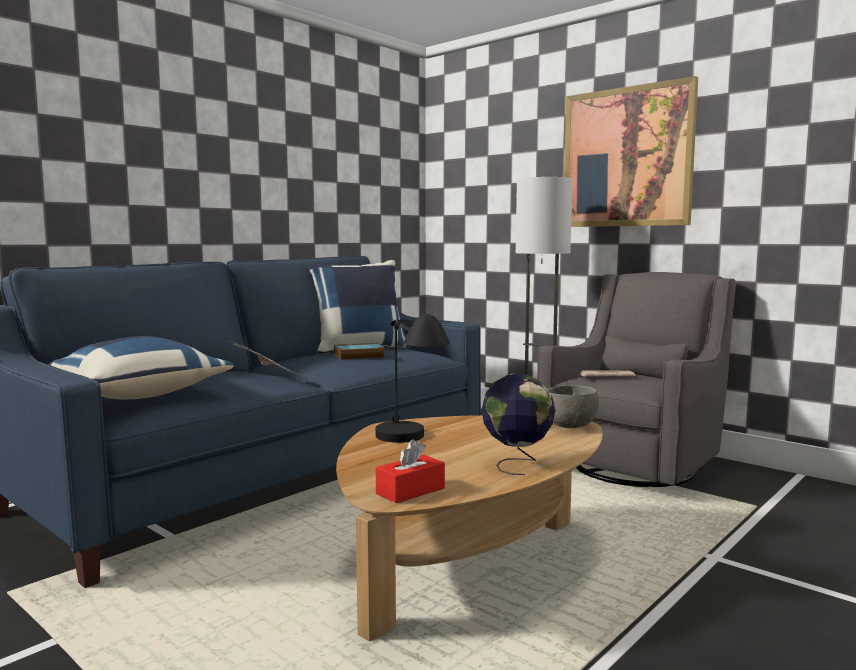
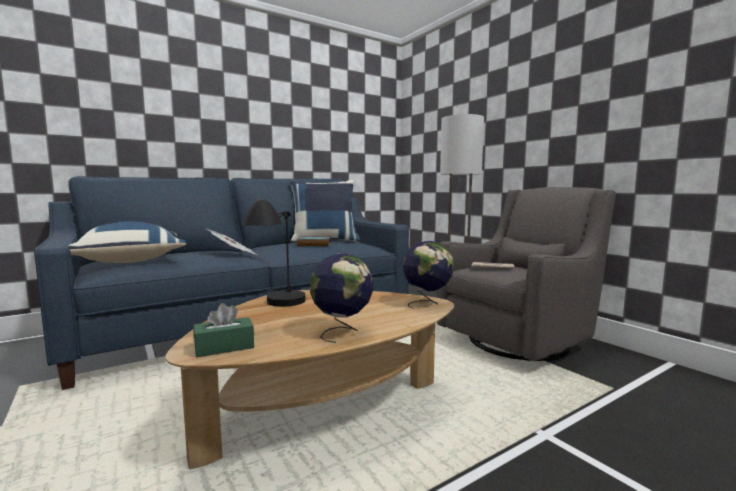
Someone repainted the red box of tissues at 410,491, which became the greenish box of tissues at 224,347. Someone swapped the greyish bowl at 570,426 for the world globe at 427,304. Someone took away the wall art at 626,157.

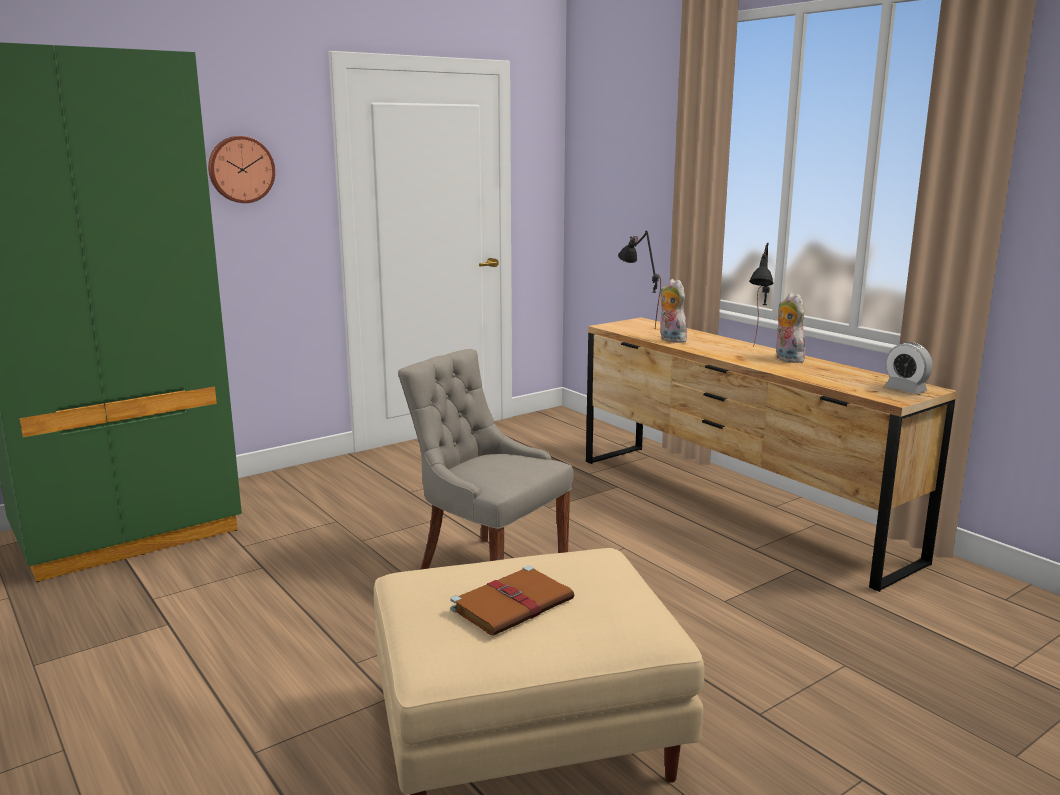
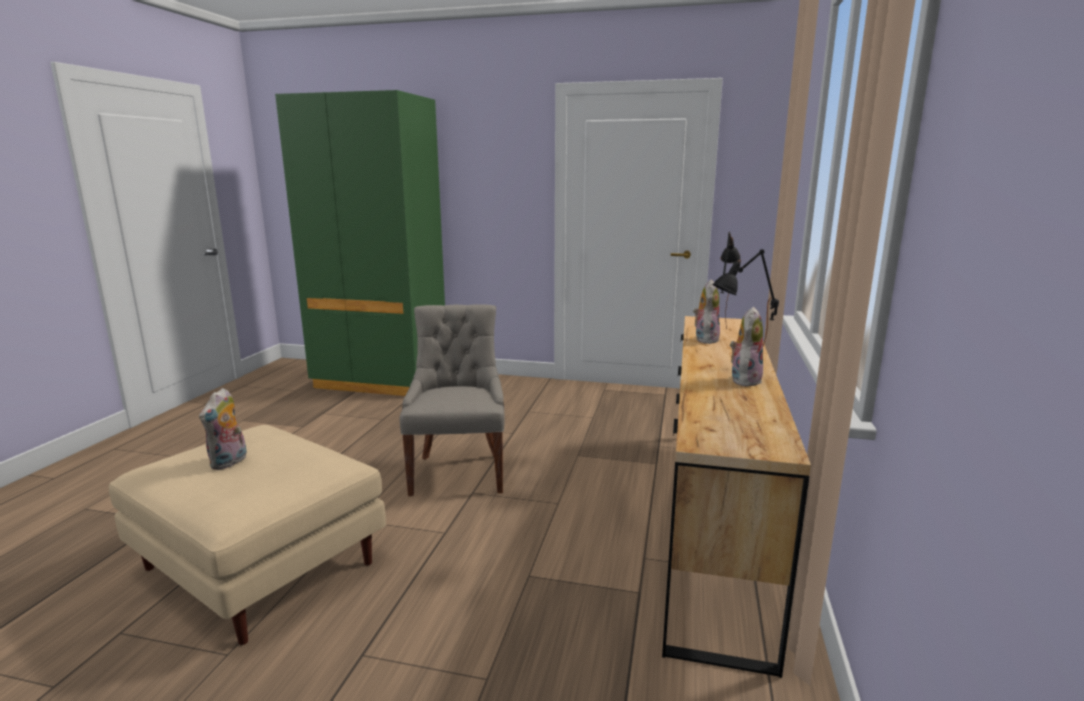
Someone took away the clock on the wall at 240,169. Someone swapped the brown book at 514,604 for the plush toy at 229,462. Someone took away the bedside clock at 905,390.

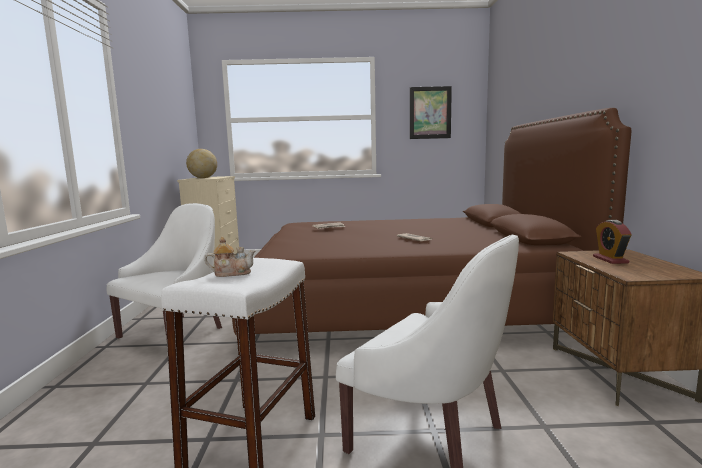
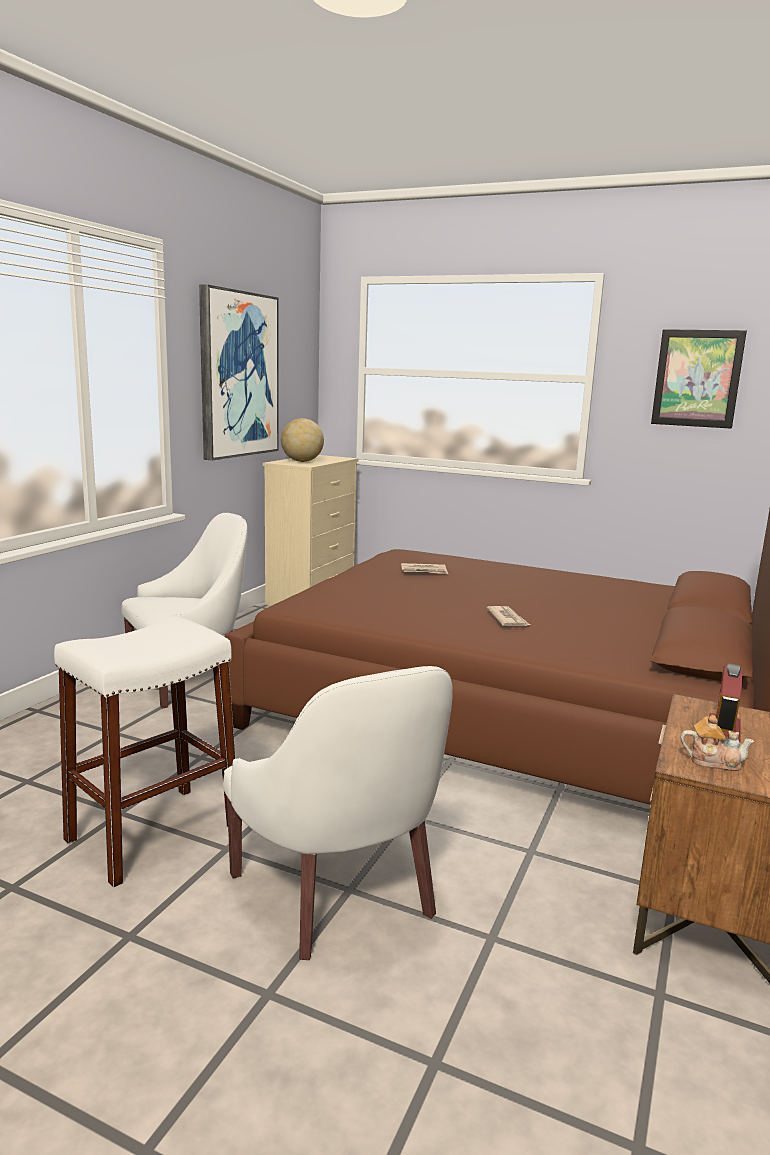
Someone carried the pot for tea from 231,273 to 713,761. Someone put up the wall art at 238,375.

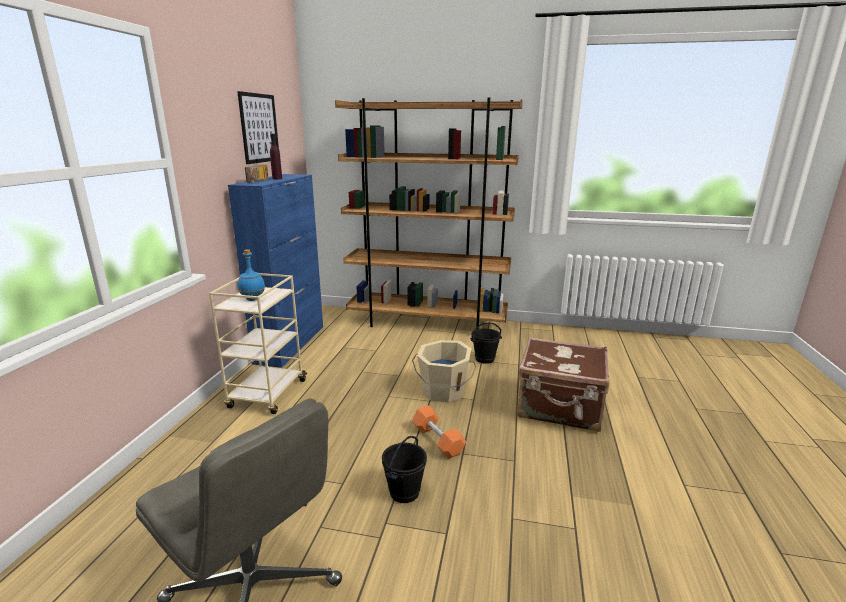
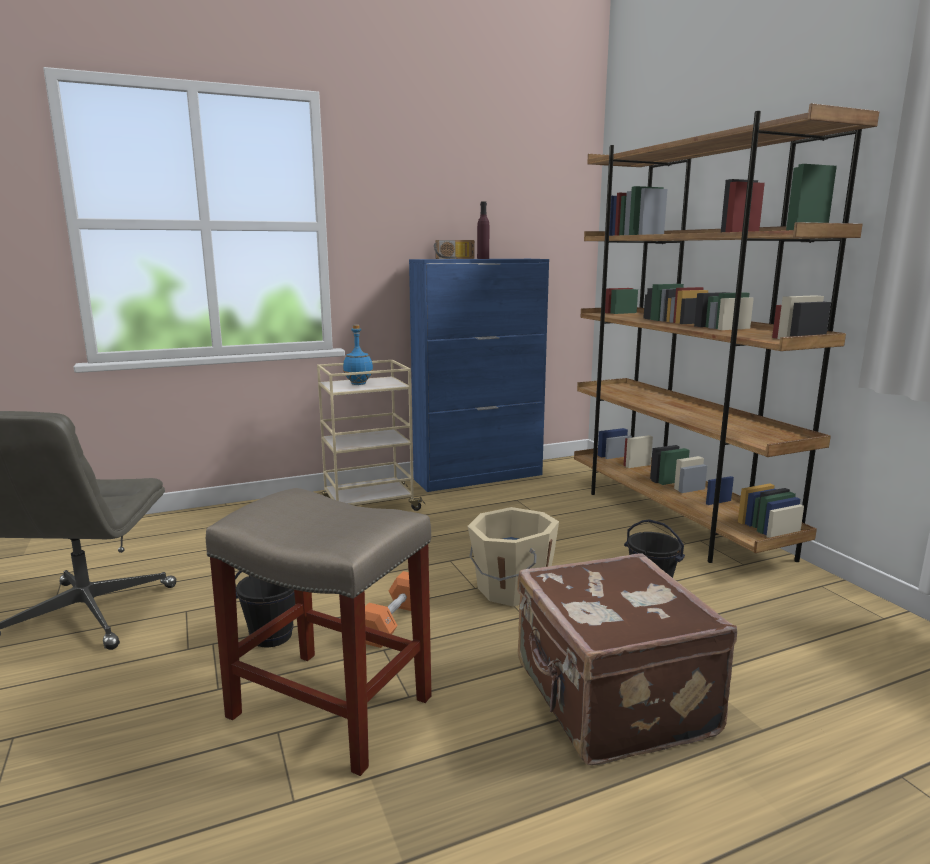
Someone took away the wall art at 259,128. Someone put down the beige-coloured stool at 333,707.

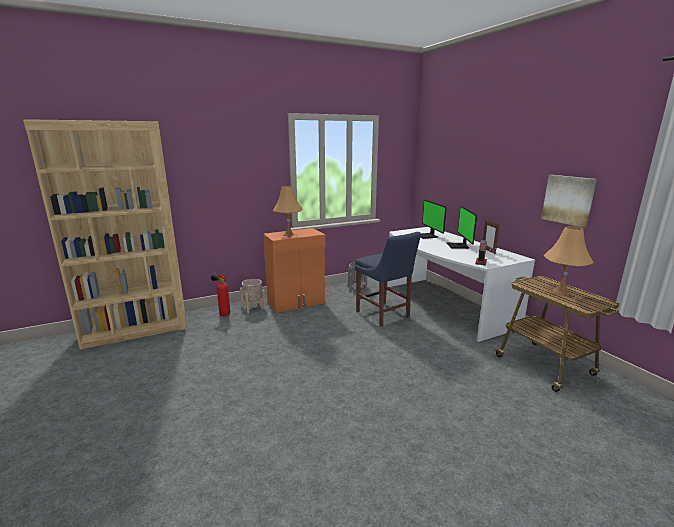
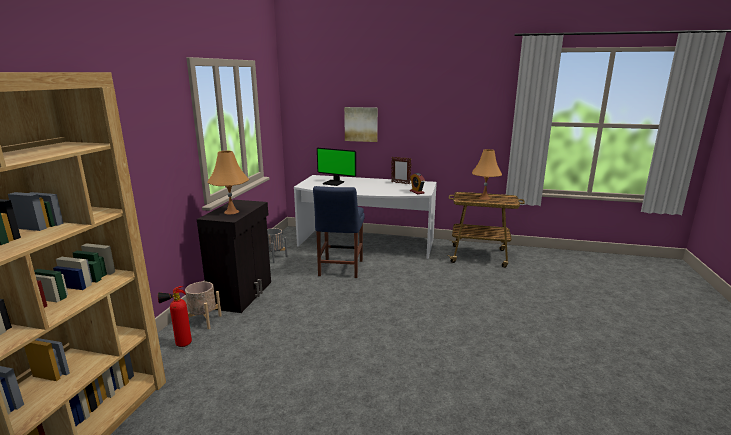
Someone repainted the orange-coloured cabinet at 297,303, which became the black-coloured cabinet at 243,294. Someone rotated the blue chair at 384,315 by 90 degrees clockwise. Someone took away the computer display at 458,246. Someone carried the wall art from 568,200 to 361,124.

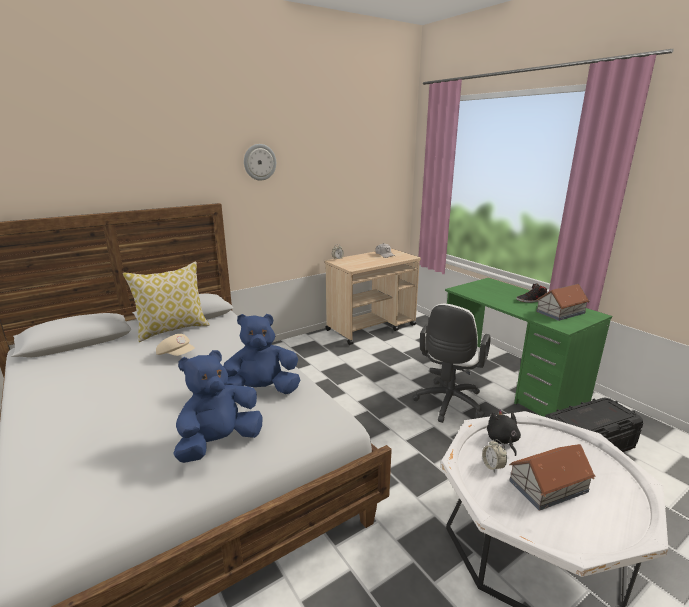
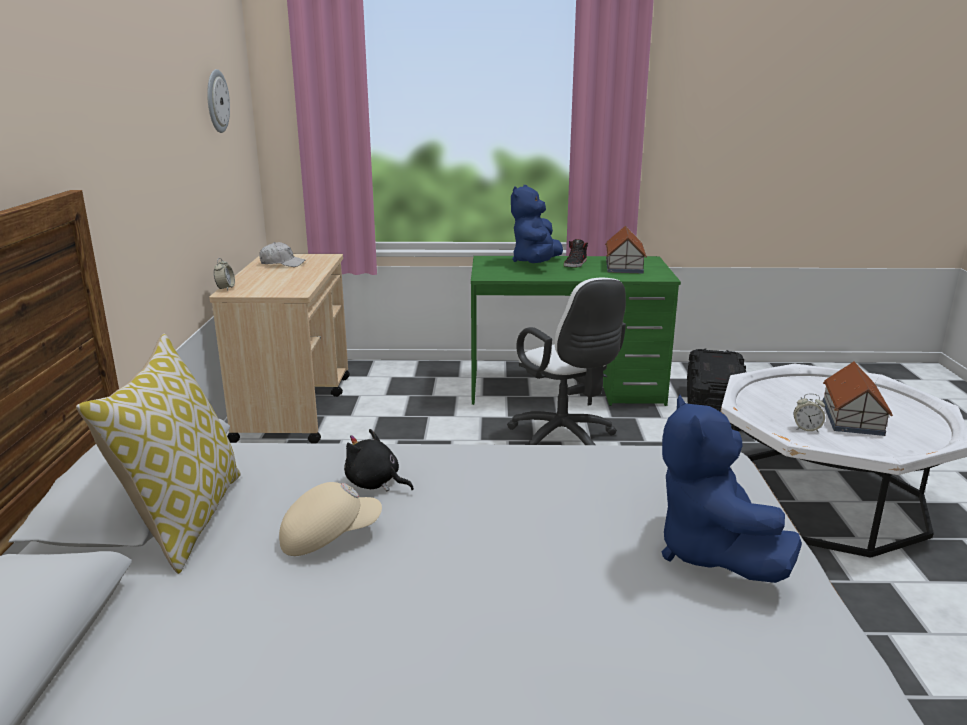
Someone carried the blue plush toy from 261,391 to 536,263. Someone carried the clock on the wall from 259,162 to 216,101. Someone carried the black-coloured plush toy from 502,441 to 375,483.

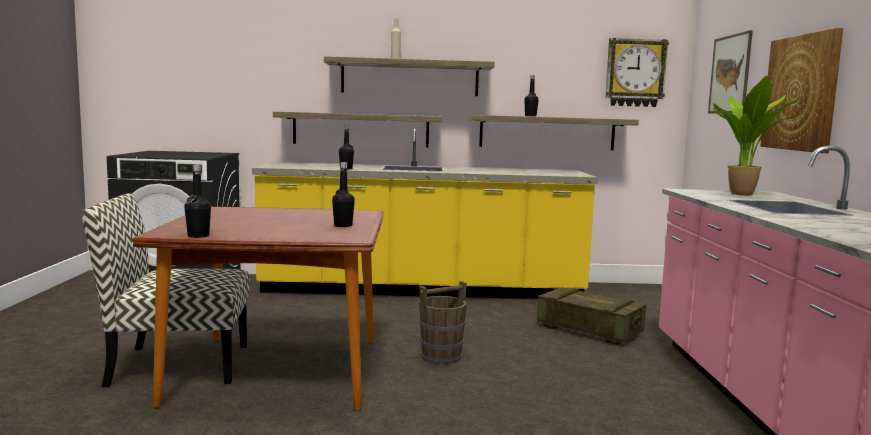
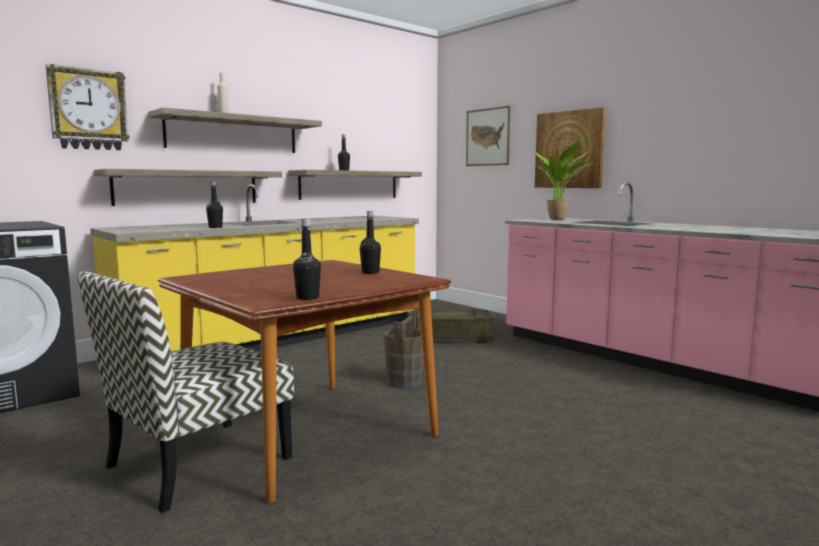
Someone carried the clock on the wall from 635,73 to 88,110.

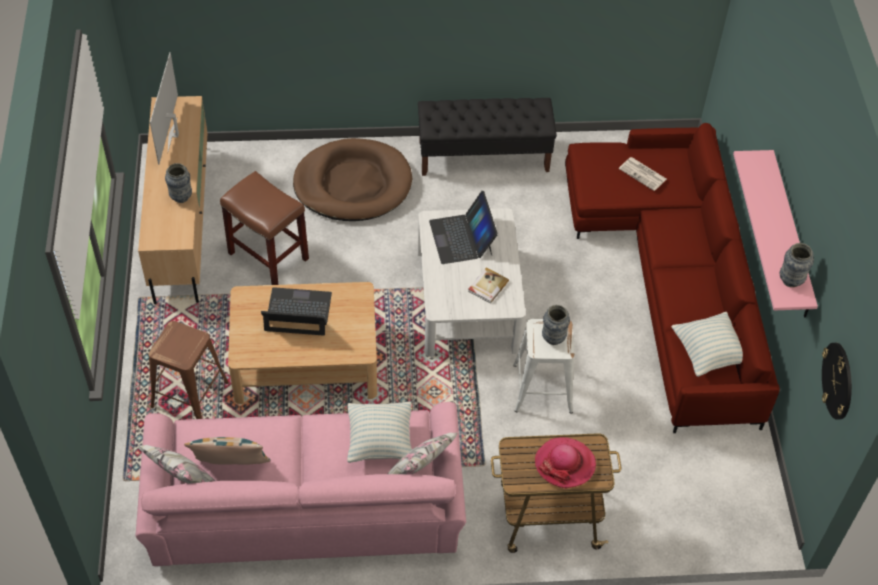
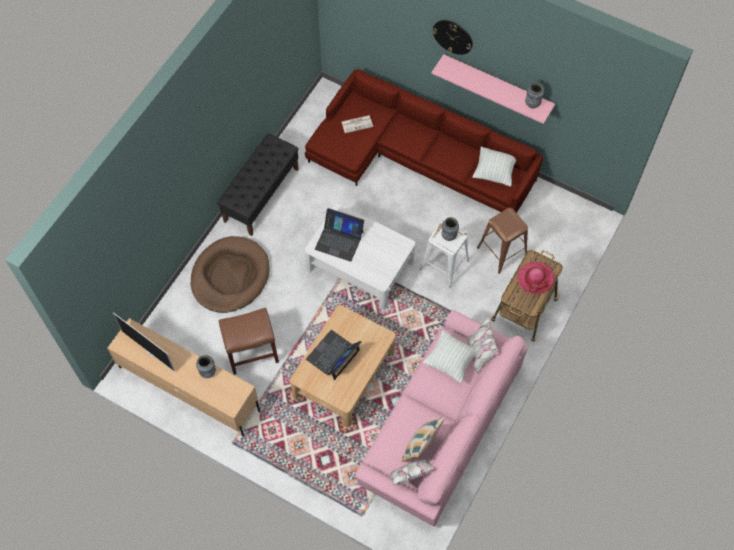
Someone carried the brown stool from 190,395 to 502,251. Someone took away the book at 487,286. Someone carried the clock on the wall from 838,380 to 453,36.

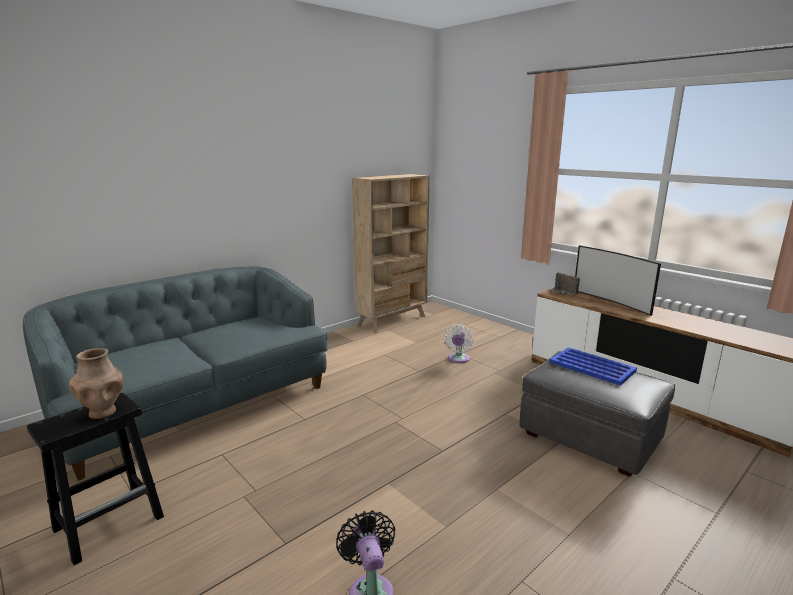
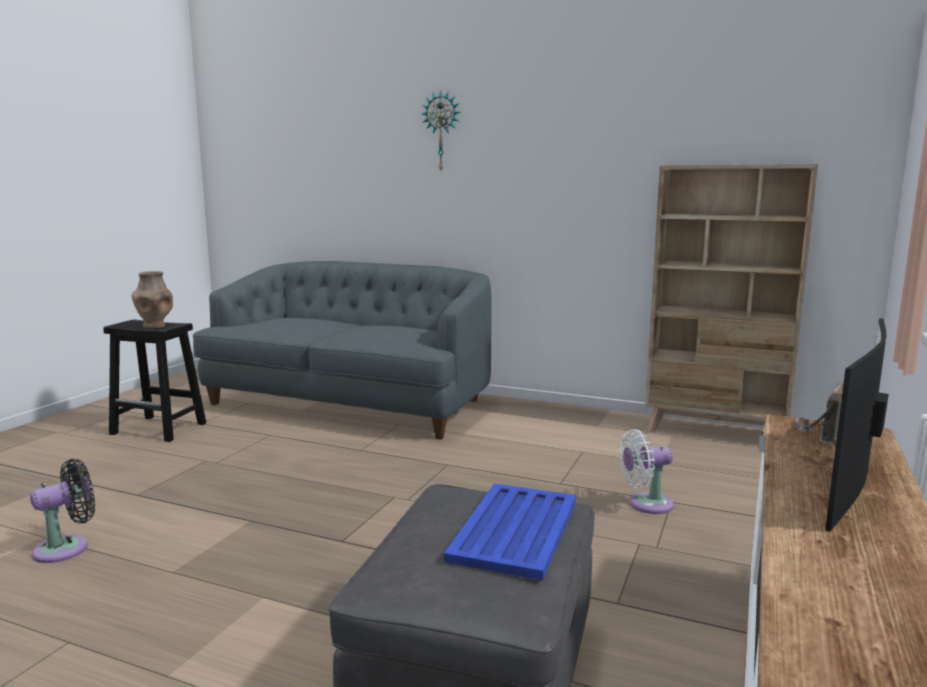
Someone put up the clock on the wall at 442,131.

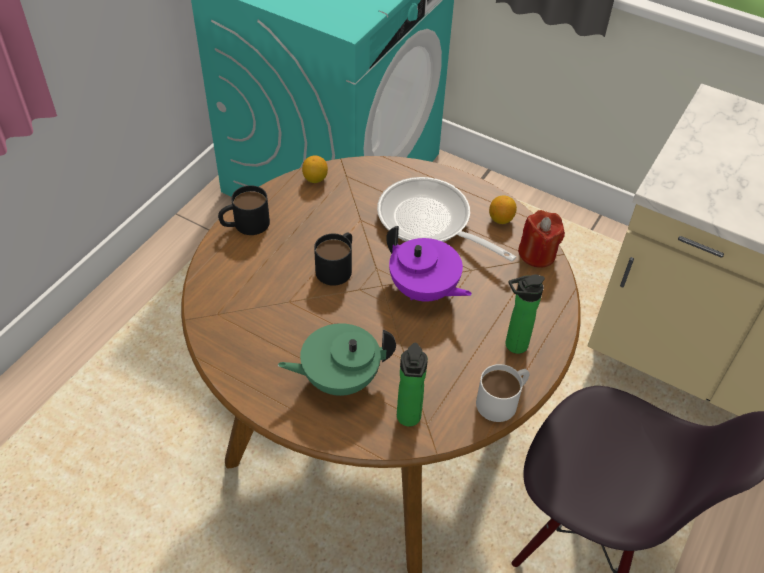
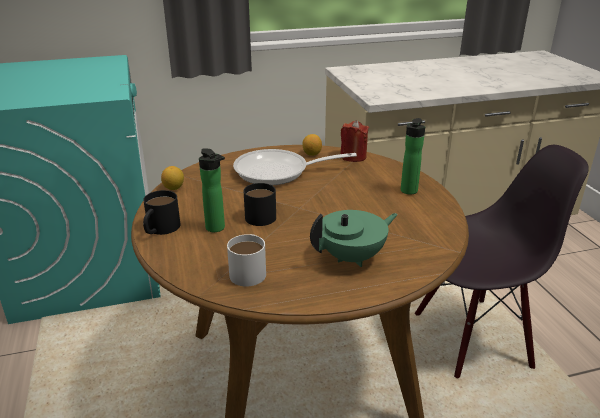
Someone rotated the greenish pot for tea at 339,378 by 150 degrees counterclockwise. Someone took away the purplish pot for tea at 424,290. Someone carried the drink bottle from 408,420 to 217,229. Someone carried the white-coloured mug from 503,400 to 249,270.

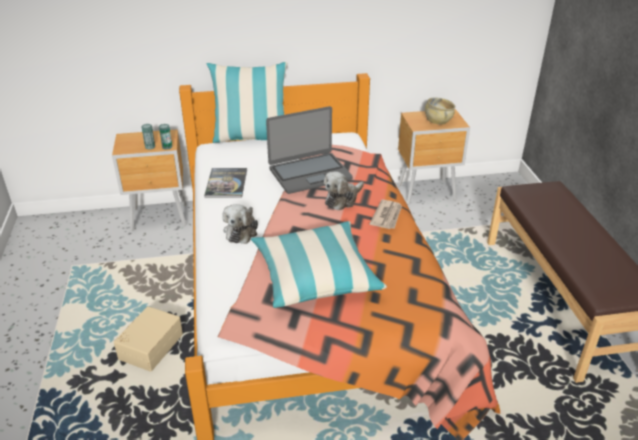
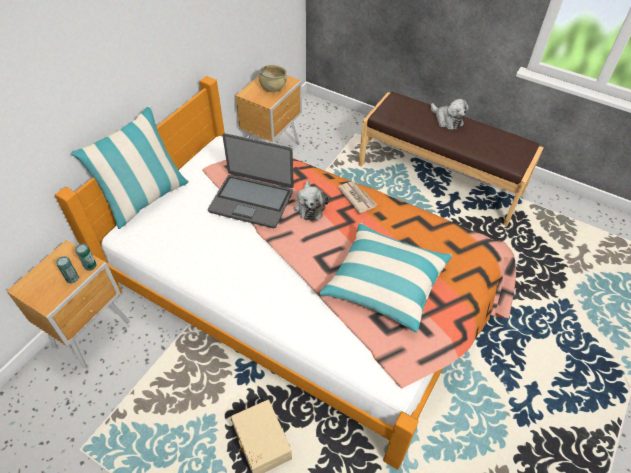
Someone took away the book at 226,183. Someone carried the plush toy from 241,231 to 447,120. Someone rotated the laptop at 309,173 by 90 degrees clockwise.

